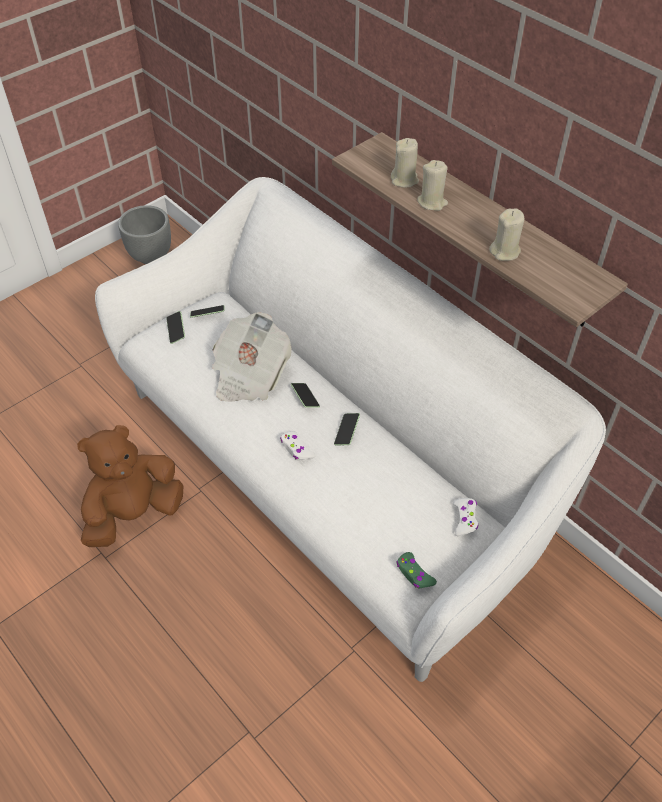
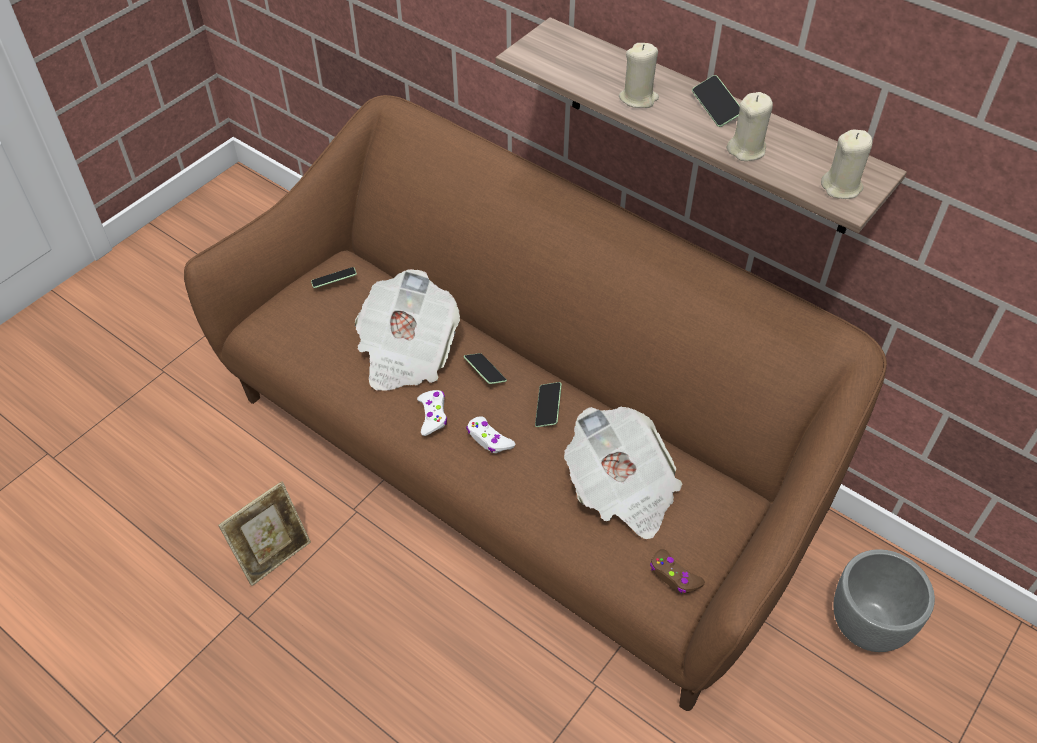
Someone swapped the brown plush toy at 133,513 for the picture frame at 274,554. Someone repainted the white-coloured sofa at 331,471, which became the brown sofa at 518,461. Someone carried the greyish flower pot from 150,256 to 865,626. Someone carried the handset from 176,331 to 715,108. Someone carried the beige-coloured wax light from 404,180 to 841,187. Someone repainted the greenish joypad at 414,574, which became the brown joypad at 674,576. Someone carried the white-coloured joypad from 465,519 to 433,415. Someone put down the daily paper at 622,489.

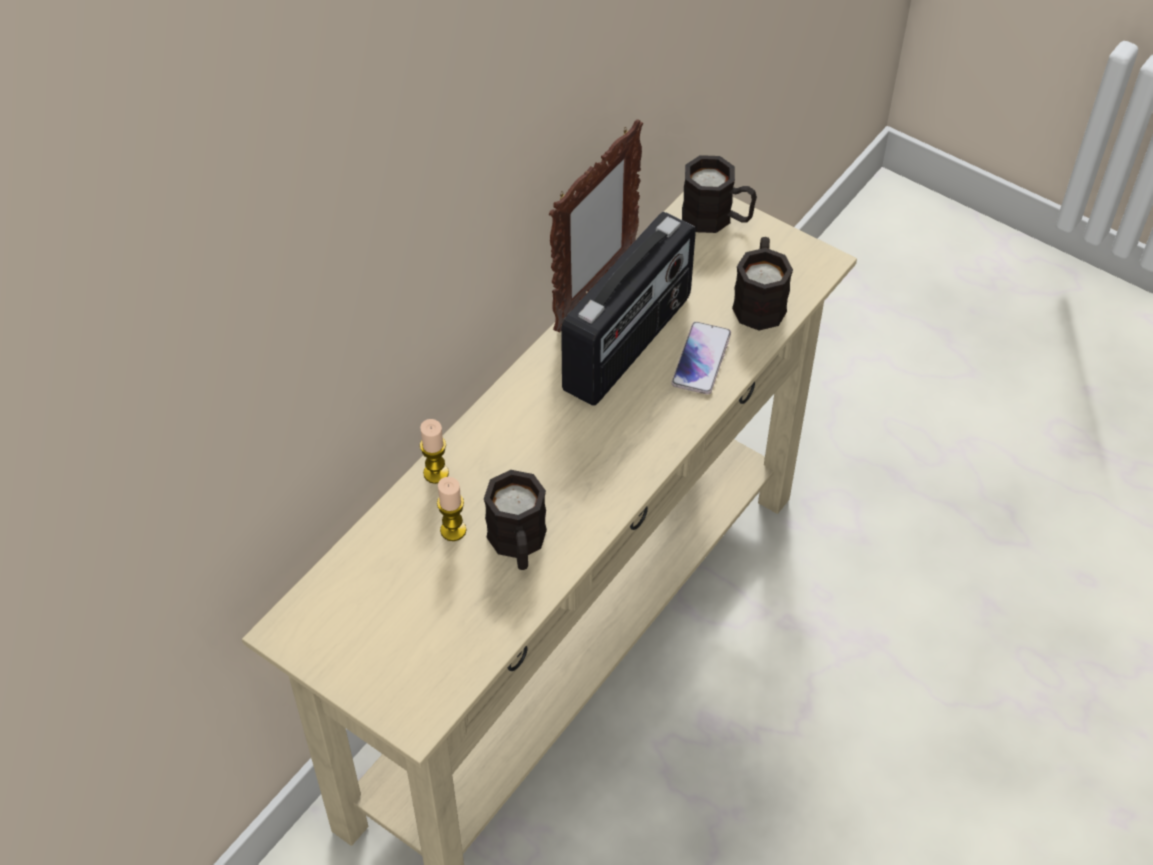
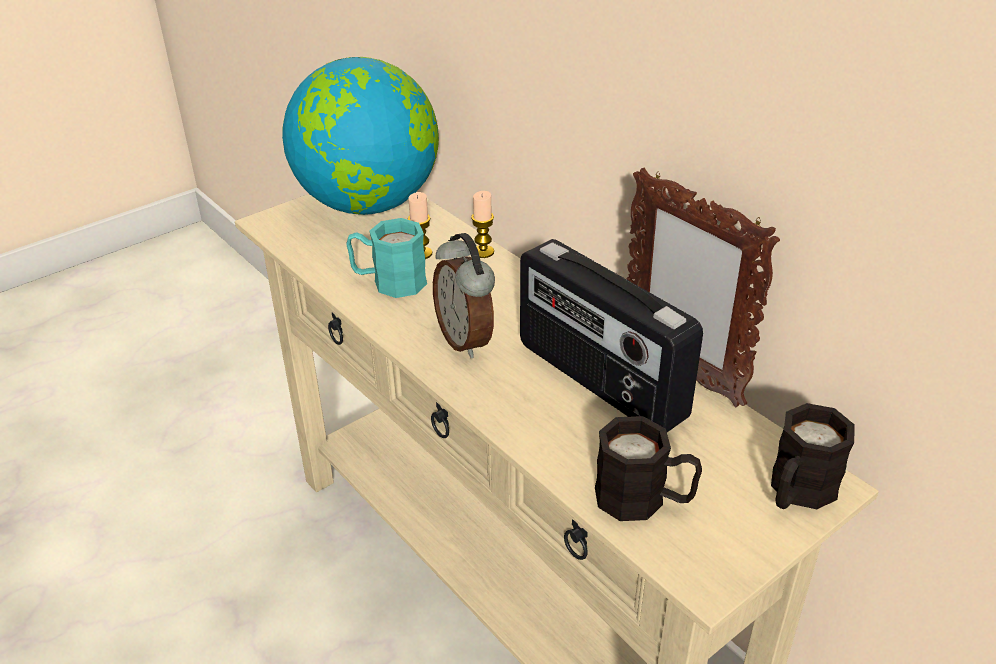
Someone repainted the black-coloured mug at 518,545, which became the blue-green mug at 389,282. Someone took away the handset at 701,359. Someone put down the world globe at 369,204. Someone put down the bedside clock at 466,340.

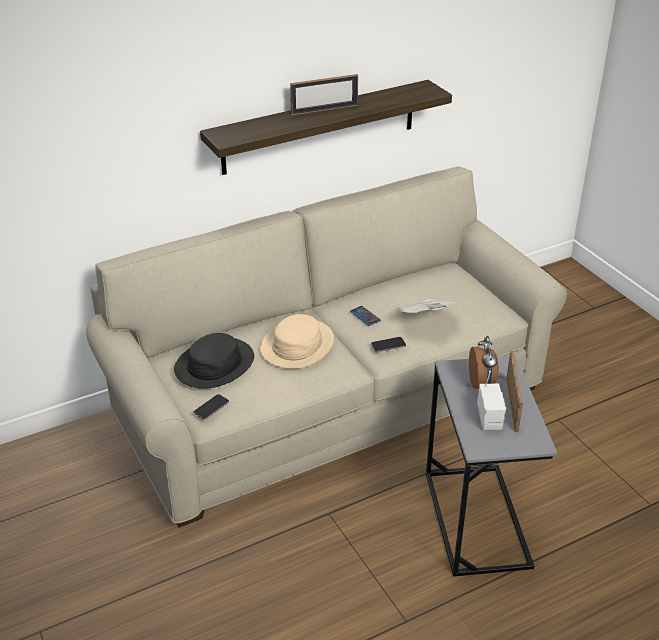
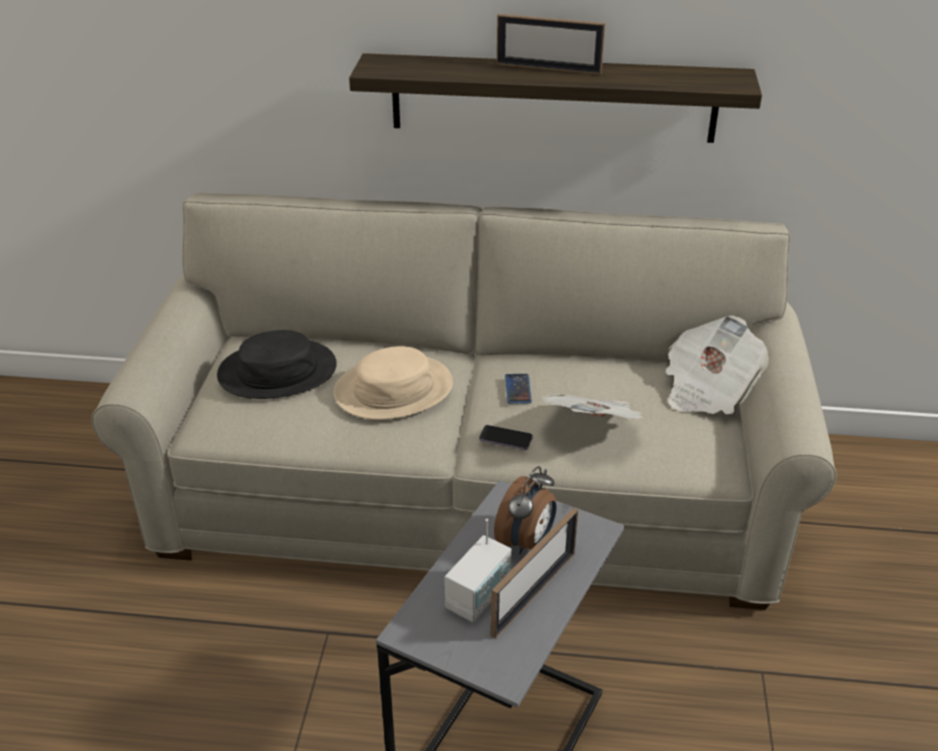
Someone took away the handset at 211,408. Someone put down the daily paper at 708,388.

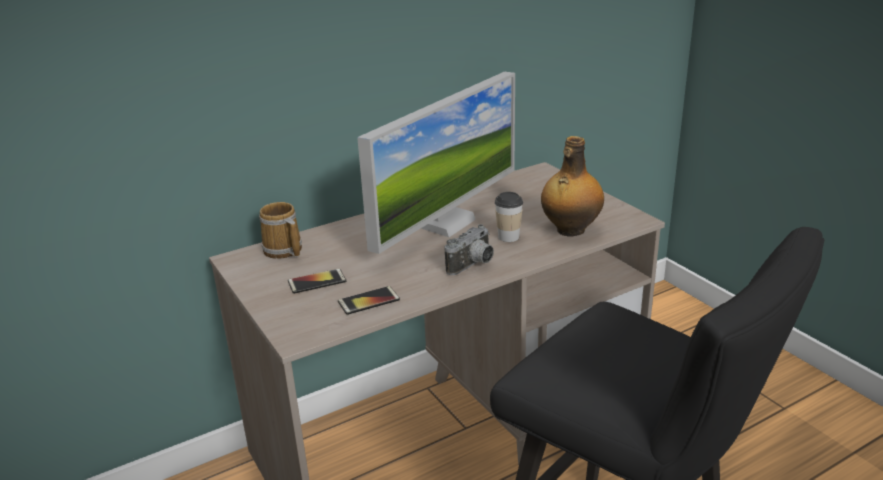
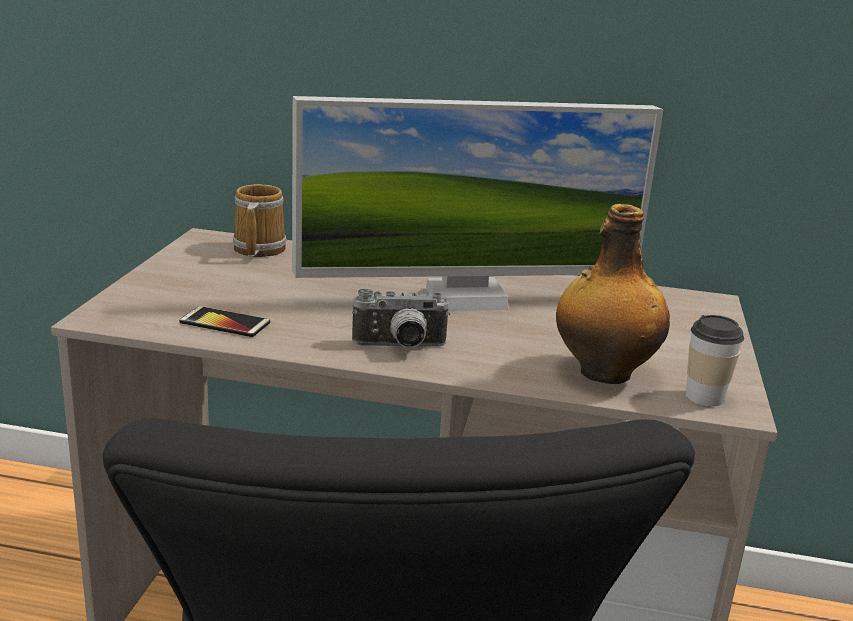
Someone took away the handset at 317,282. Someone carried the drinking cup from 508,237 to 704,397.

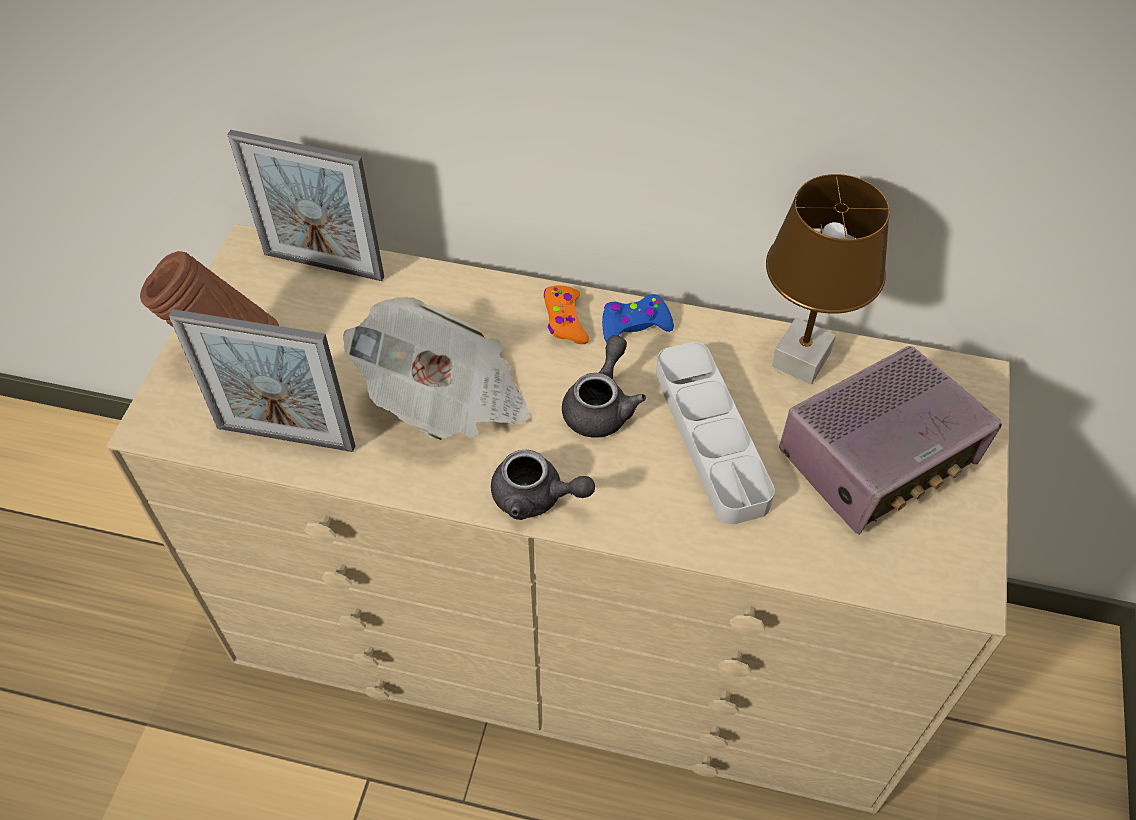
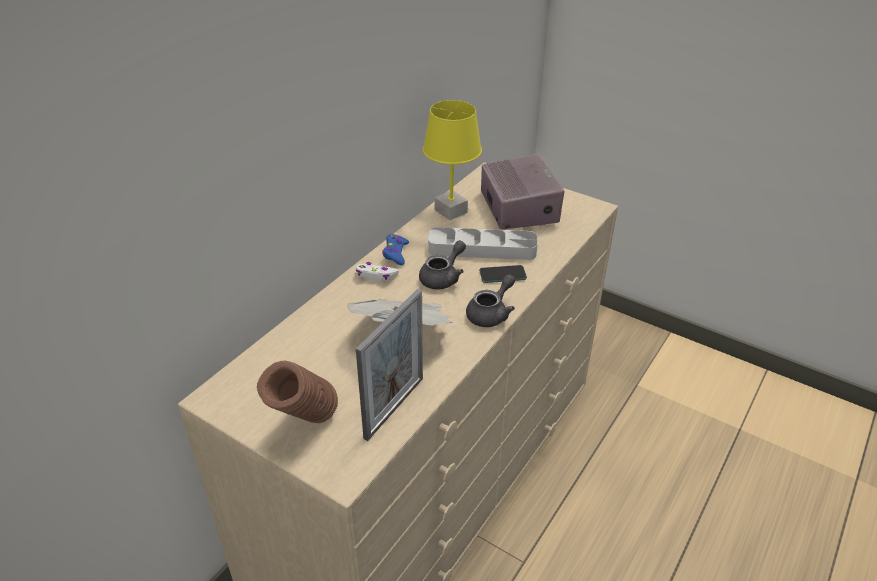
Someone took away the picture frame at 323,265. Someone repainted the orange-coloured joypad at 565,320, which became the white-coloured joypad at 376,275. Someone rotated the greyish pot for tea at 601,406 by 90 degrees clockwise. Someone repainted the brown table lamp at 800,359, which became the yellowish table lamp at 450,211. Someone put down the handset at 502,275.

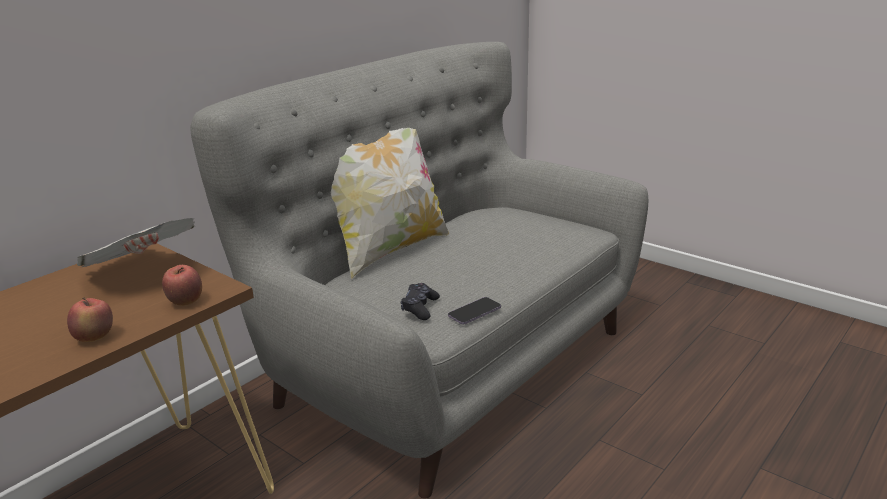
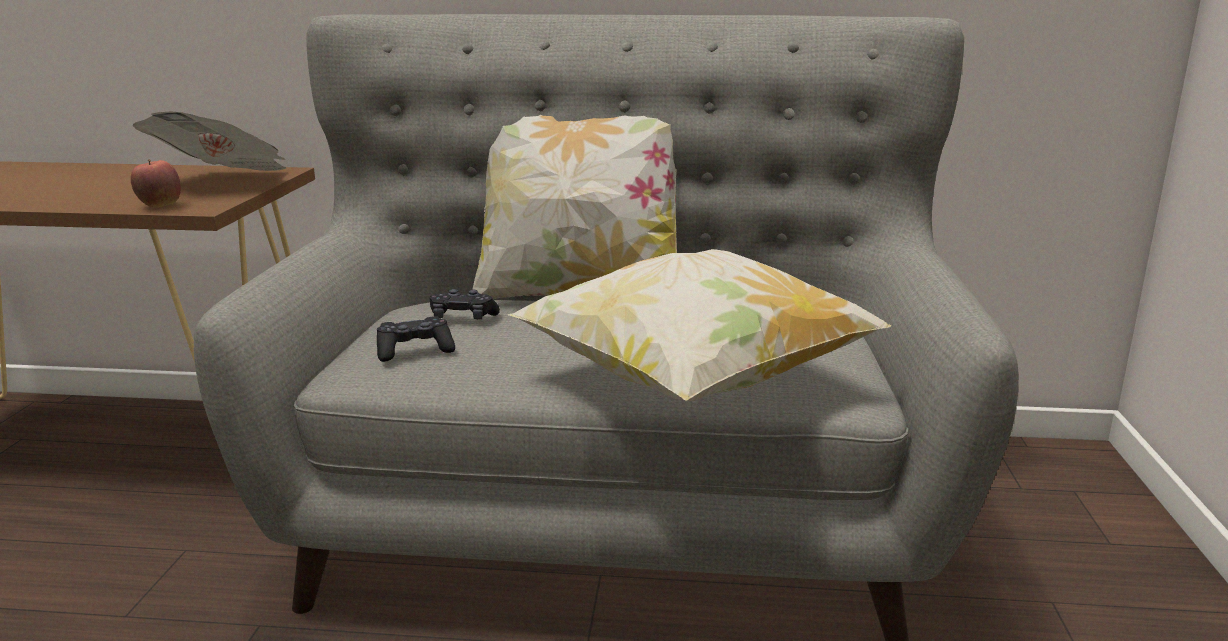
Someone took away the apple fruit at 95,338. Someone took away the handset at 474,312. Someone put down the black-coloured joypad at 463,318. Someone put down the pillow at 693,384.

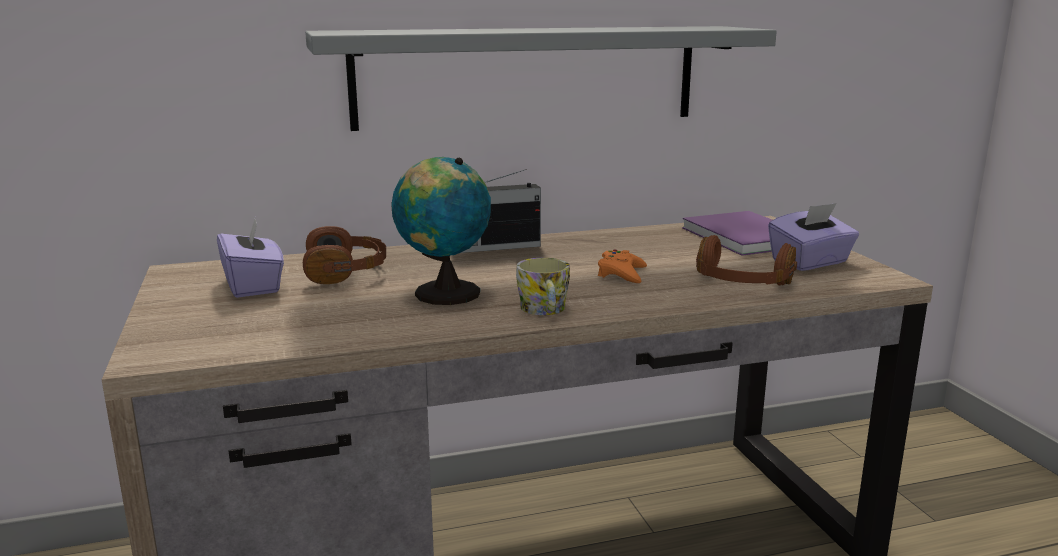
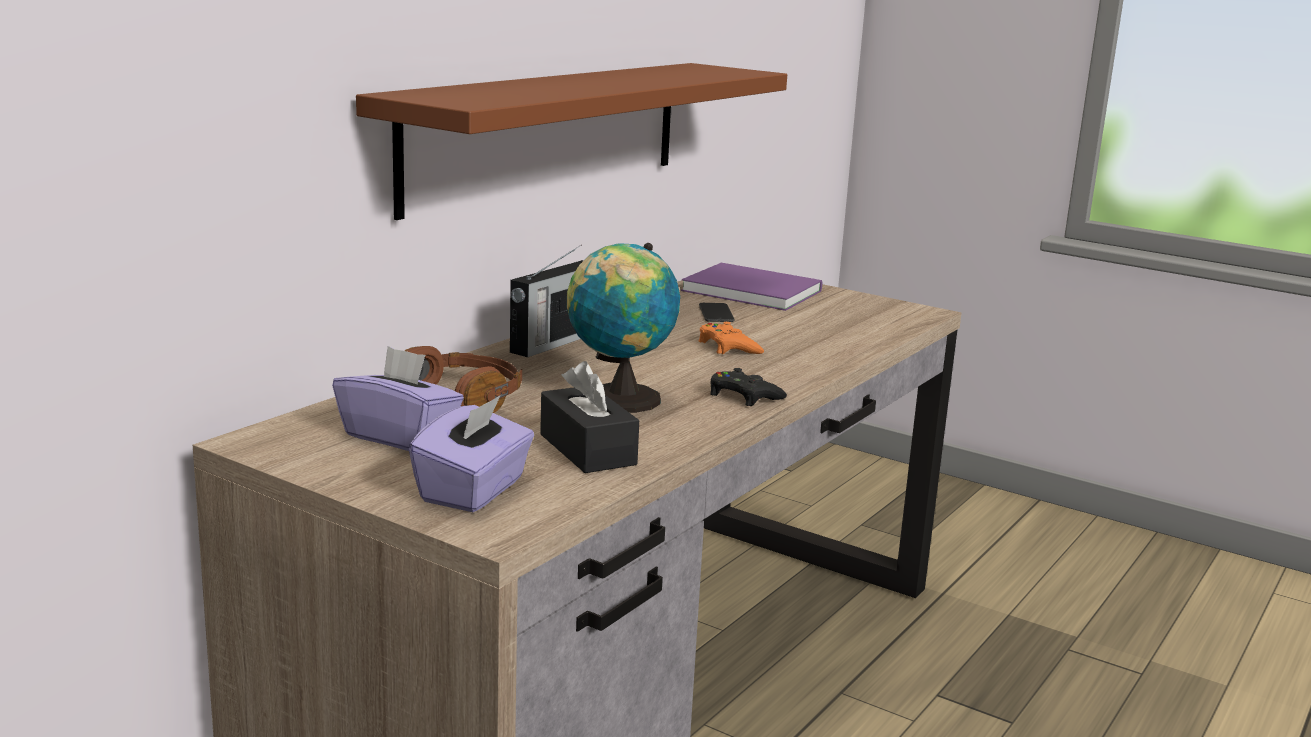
Someone repainted the greyish shelf at 528,76, which became the brown shelf at 548,133. Someone swapped the mug at 544,311 for the black-coloured joypad at 743,396. Someone took away the brown pair of headphones at 741,283. Someone carried the purplish box of tissues from 810,262 to 474,491. Someone put down the black-coloured box of tissues at 587,449. Someone put down the handset at 716,314.

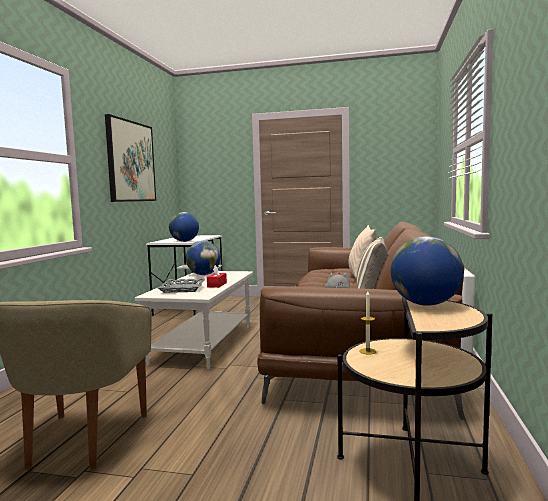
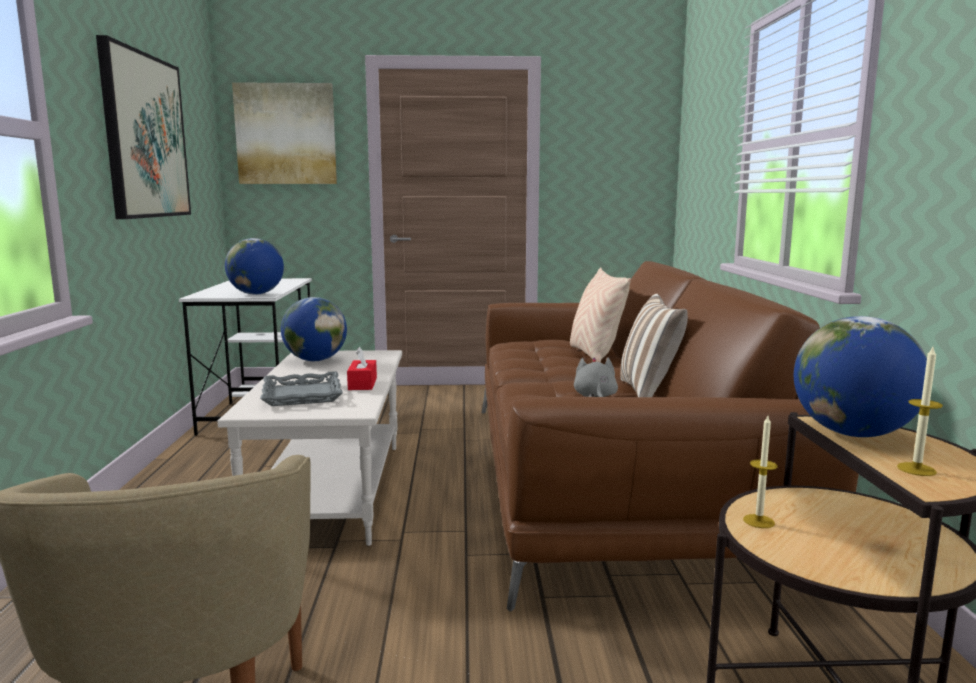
Someone put up the wall art at 286,134. Someone put down the wax light at 916,469.

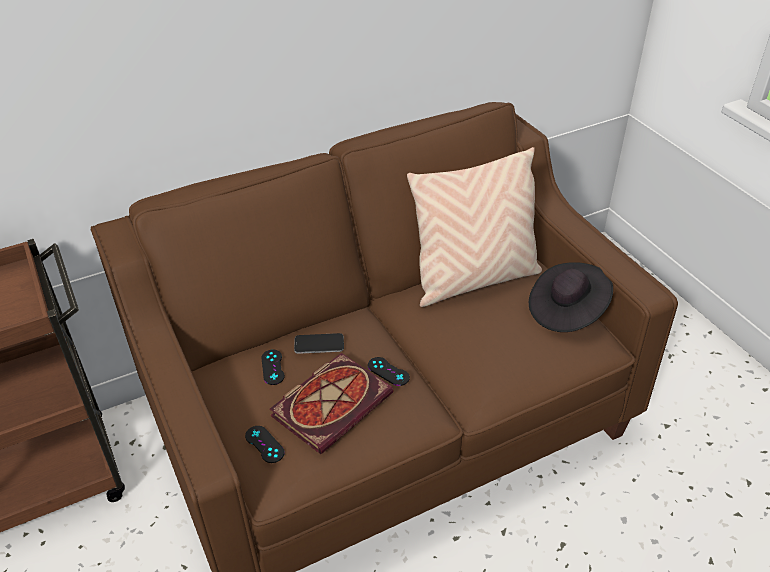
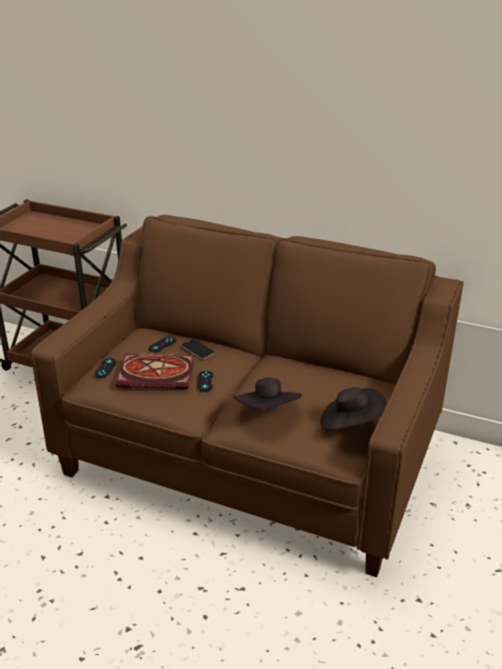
Someone took away the beige-coloured pillow at 474,280. Someone put down the black-coloured clothing hat at 268,412.

